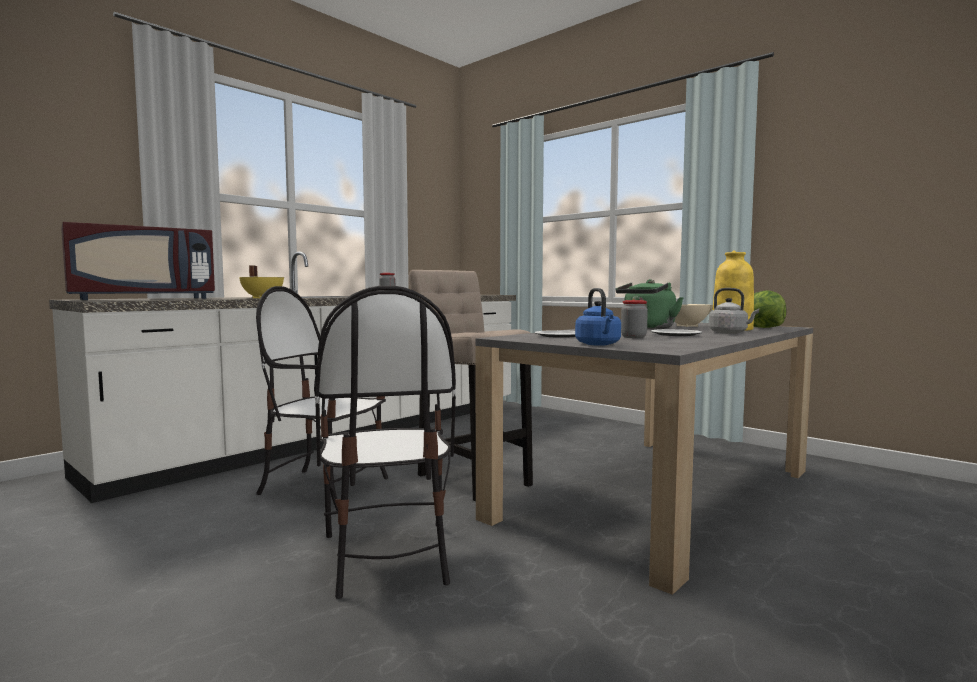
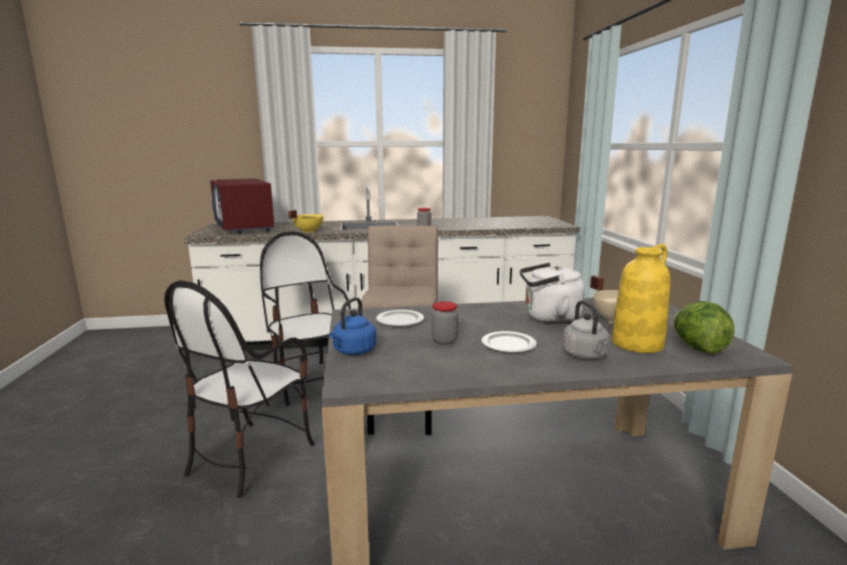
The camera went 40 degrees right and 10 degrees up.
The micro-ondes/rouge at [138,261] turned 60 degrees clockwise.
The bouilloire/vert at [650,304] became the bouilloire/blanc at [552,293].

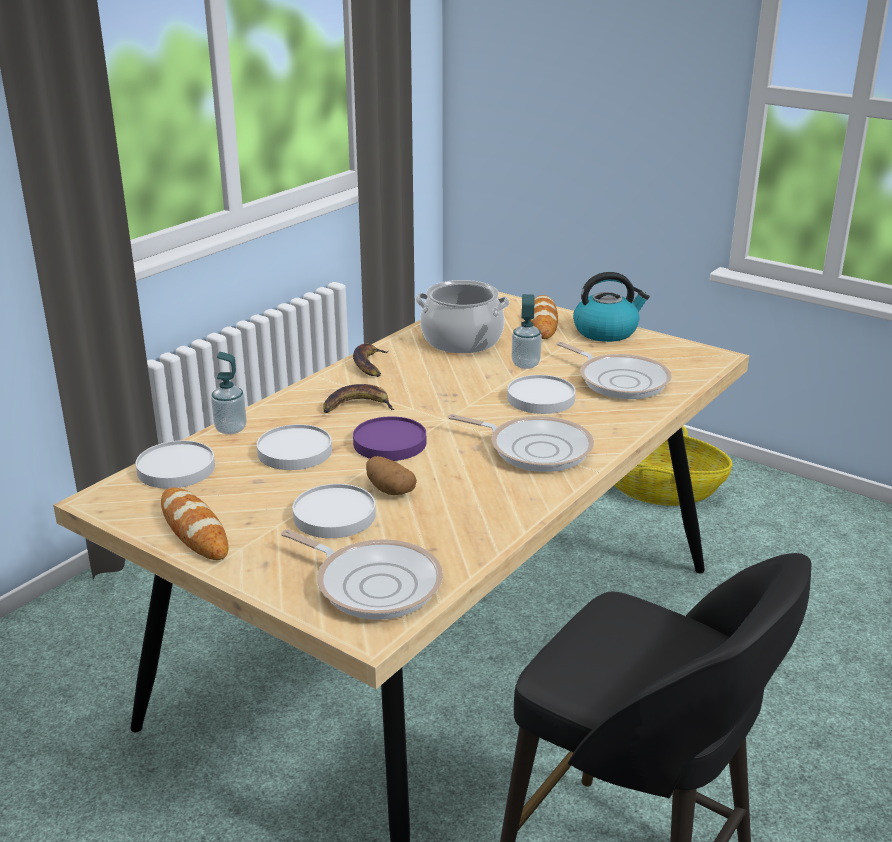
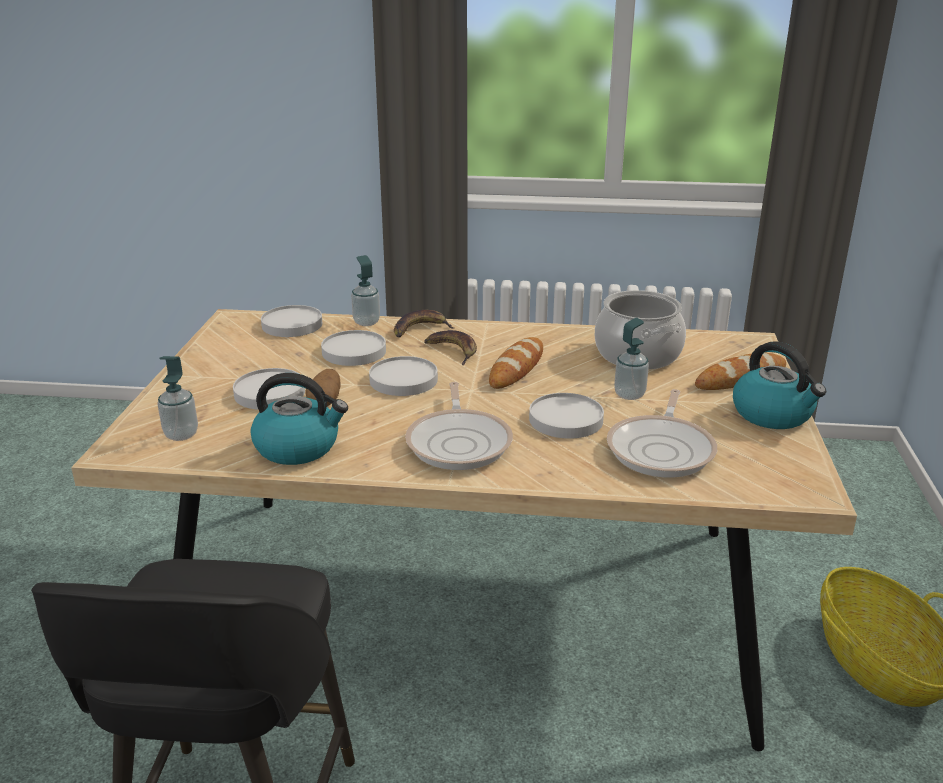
The camera went 60 degrees right and 0 degrees up.
The pain moved from [194,524] to [516,363].
The poêle at [362,574] was replaced by the distributeur de savon at [177,398].
The banane moved from [371,360] to [423,323].
The assiette/violet at [389,438] became the assiette/blanc at [403,376].
The bouilloire at [299,419] appeared.

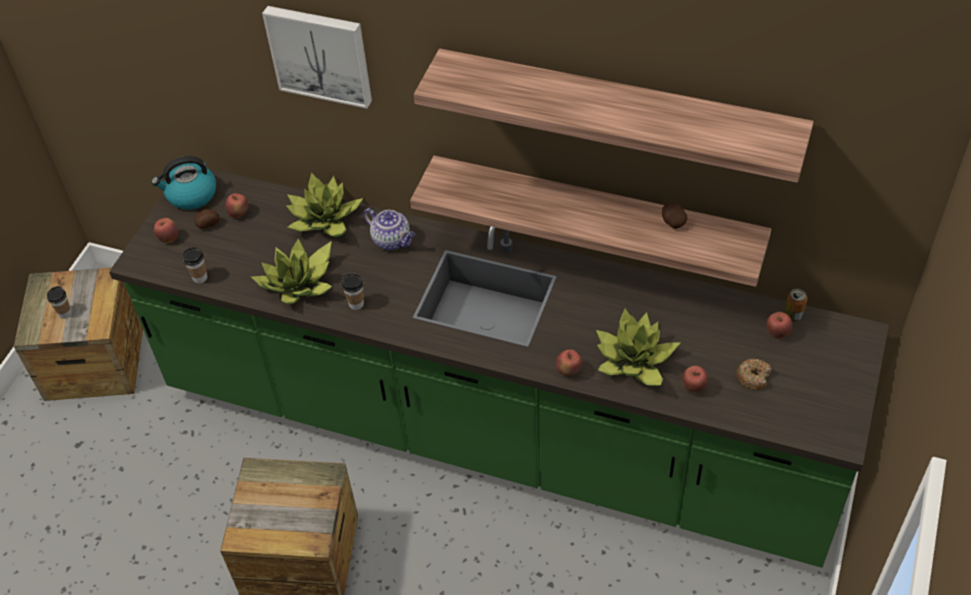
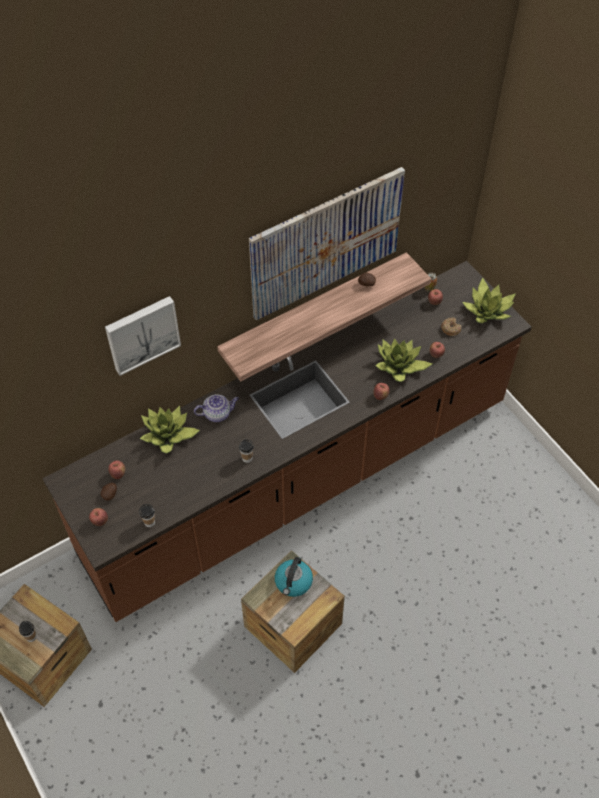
The camera went 55 degrees left and 5 degrees up.
The comptoir de cuisine/vert at [499,365] became the comptoir de cuisine/marron at [286,441].
The bouilloire moved from [184,183] to [294,577].
The plante en pot moved from [291,271] to [489,300].
The étagère at [614,116] was replaced by the tableau at [327,244].

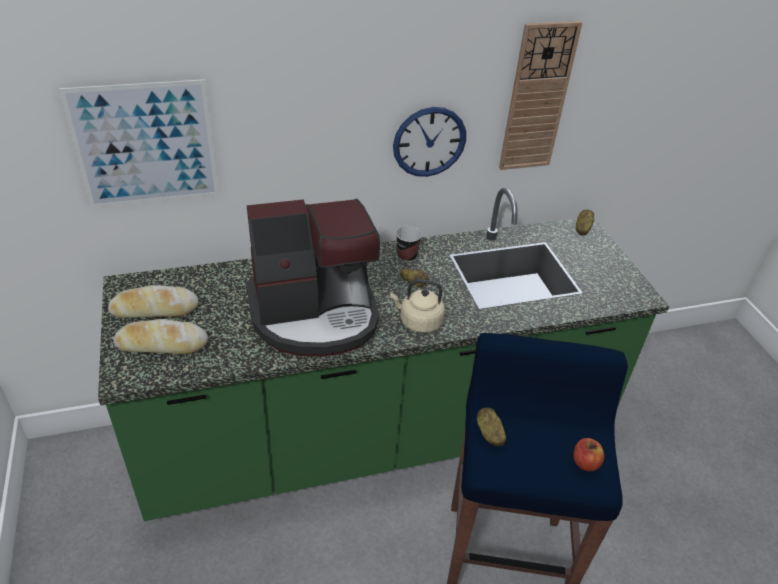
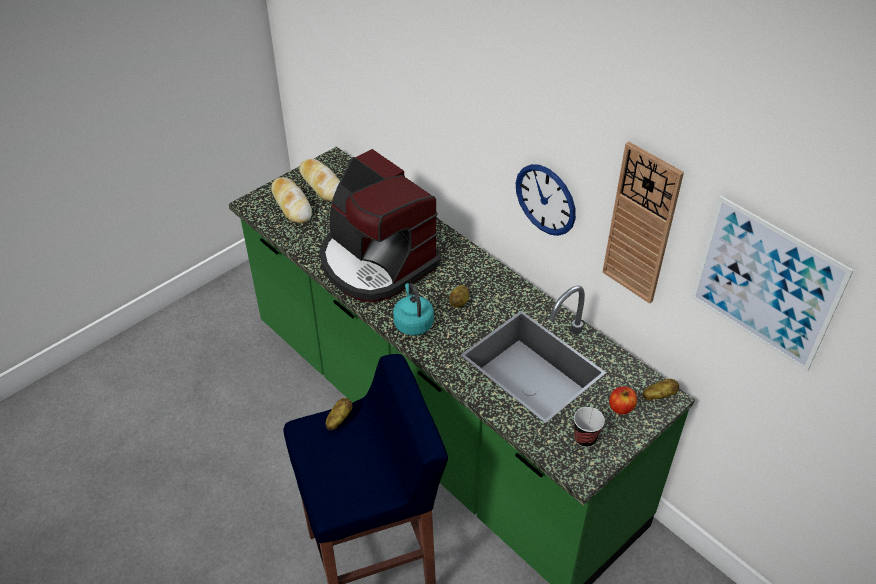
The camera went 65 degrees right and 5 degrees up.
The tableau moved from [139,143] to [772,284].
The bouilloire/beige at [417,306] became the bouilloire/turquoise at [413,309].
The tasse moved from [409,244] to [589,427].
The pomme moved from [588,454] to [623,400].

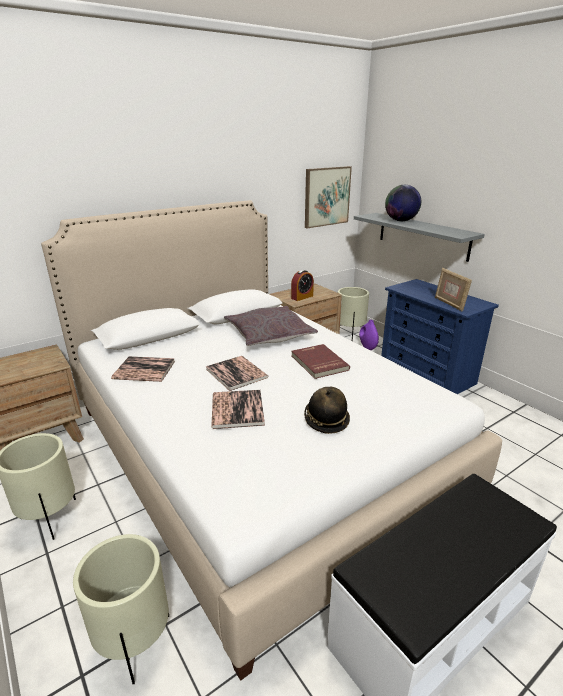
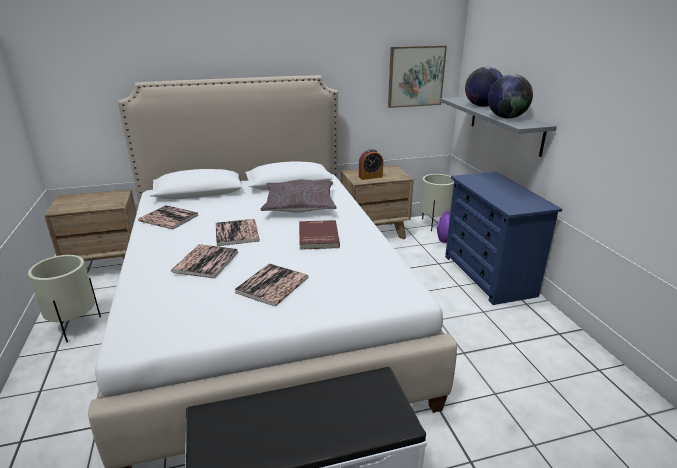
The camera went 20 degrees right and 0 degrees up.
The cache-pot/beige at [121,609] disappeared.
The chapeau at [327,410] was replaced by the livre at [271,285].
The cadre photo at [453,289] disappeared.
The globe at [510,96] appeared.

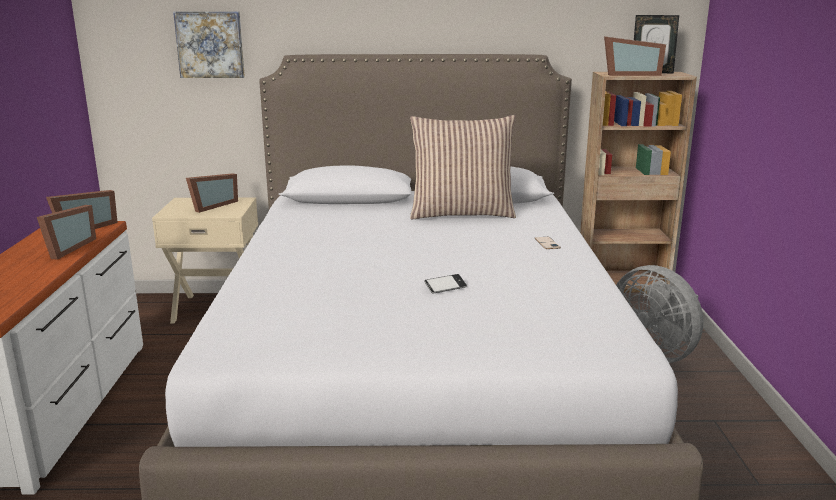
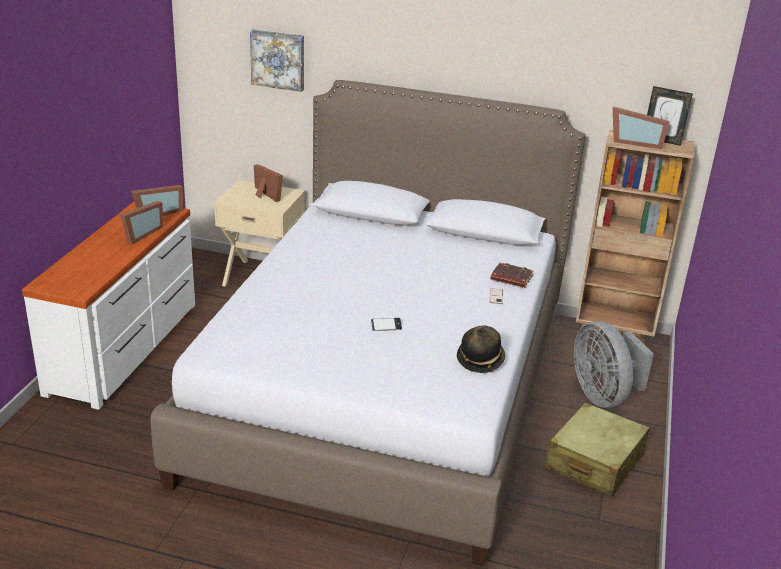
The camera went 15 degrees right and 10 degrees up.
The cadre photo at [212,193] turned 90 degrees counterclockwise.
The coussin at [463,167] disappeared.
The chapeau at [481,349] appeared.
The livre/marron at [512,275] appeared.
The valise/beige at [597,449] appeared.

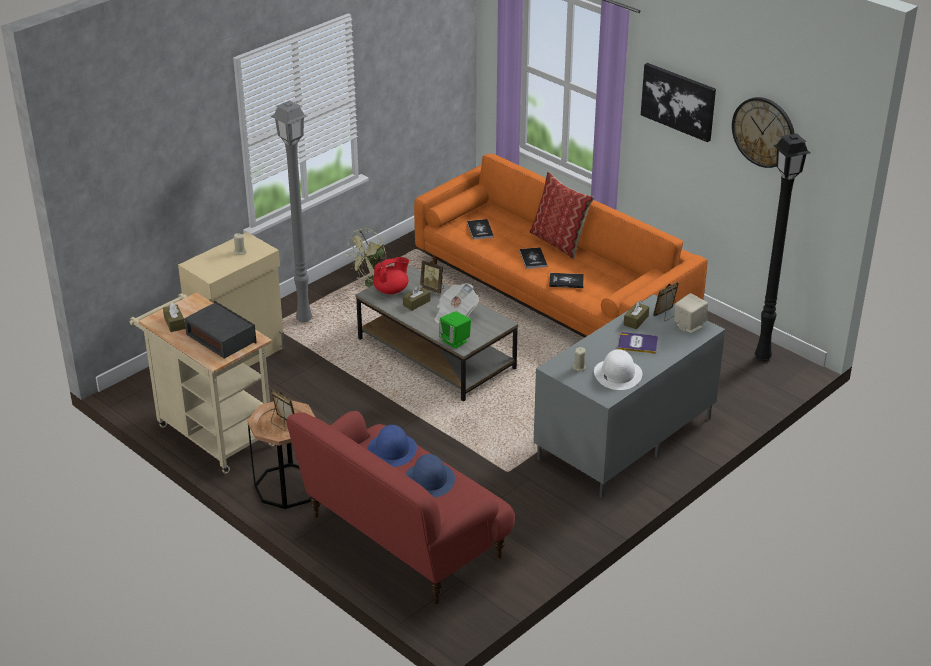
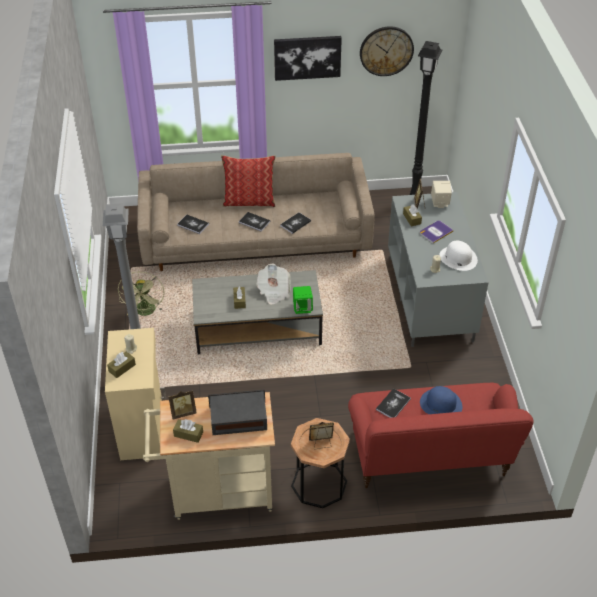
The camera went 50 degrees left and 10 degrees up.
The chapeau/bleu at [392,446] was replaced by the livre at [393,403].
The théière/rouge at [391,275] disappeared.
The canapé/orange at [560,244] became the canapé/beige at [256,212].
The cadre photo moved from [432,277] to [182,405].
The boîte à mouchoirs/marron at [121,364] appeared.

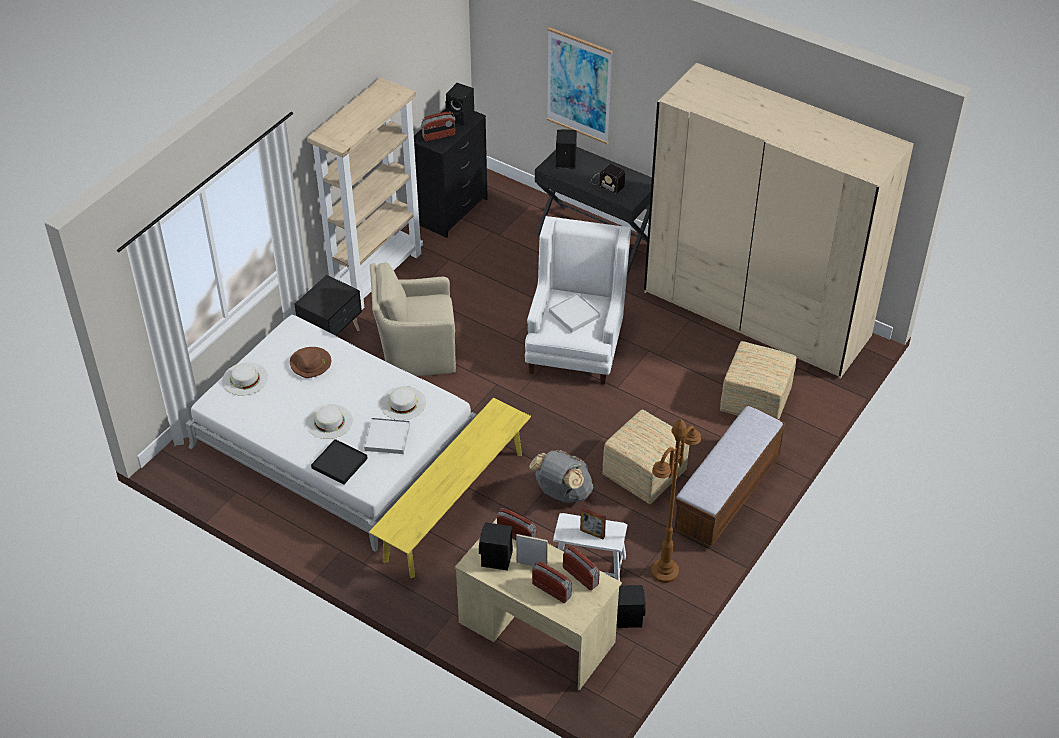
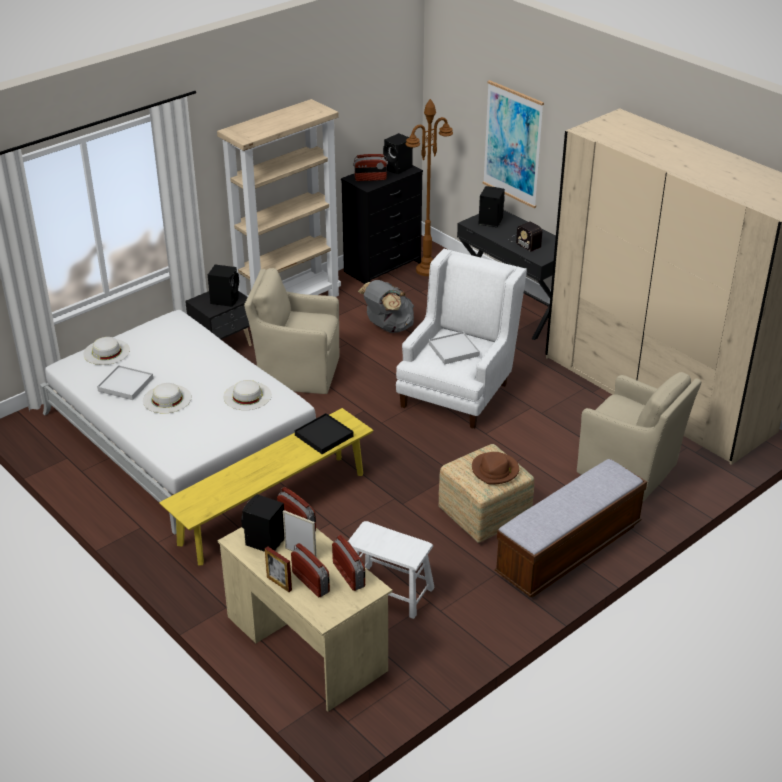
The camera went 15 degrees right and 10 degrees down.
The chapeau/marron moved from [310,362] to [495,468].
The plateau/noir moved from [339,462] to [324,433].
The plateau/blanc moved from [387,435] to [125,382].
The sac à dos/gris moved from [561,476] to [386,306].
The cadre photo moved from [593,524] to [278,569].
The enceinte/noir moved from [631,606] to [223,286].
The lampadaire/marron moved from [676,500] to [429,187].
The pouf at [758,380] was replaced by the fauteuil/beige at [639,436].

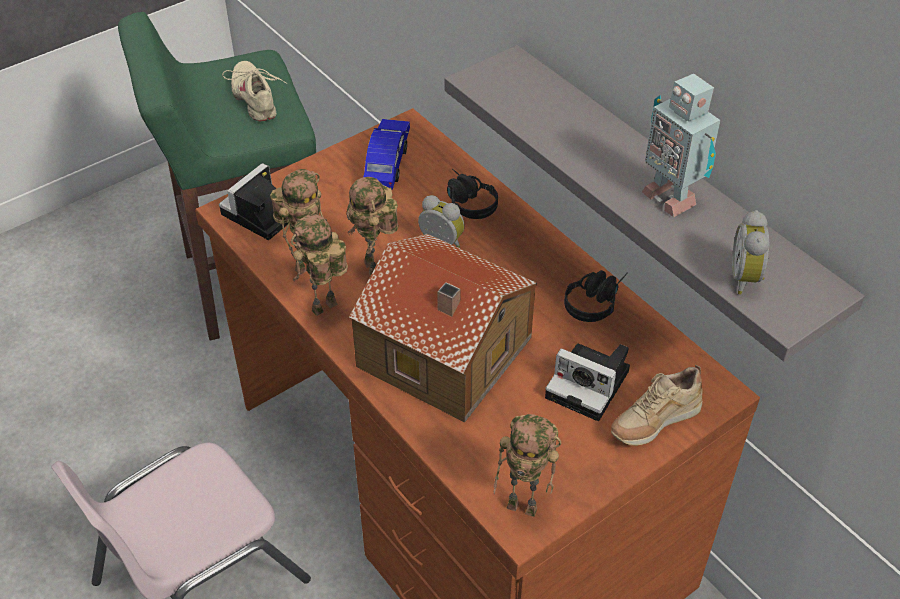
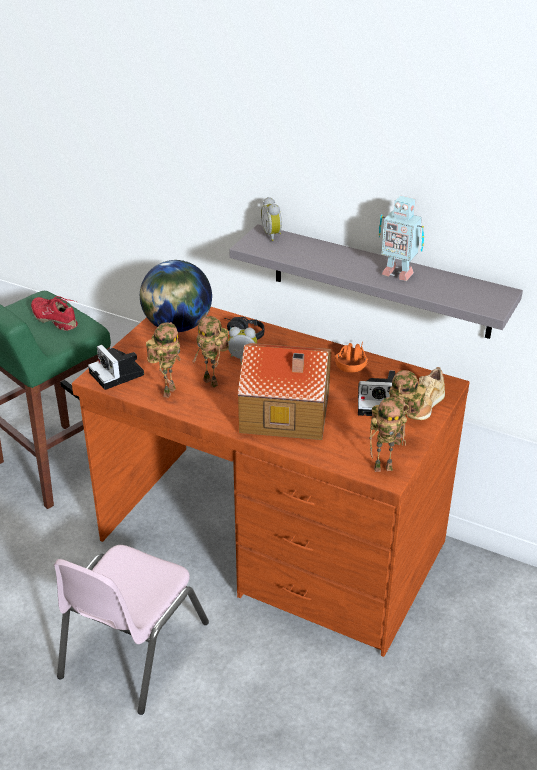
The camera went 25 degrees left and 10 degrees down.
The appareil photo at [253,201] turned 45 degrees counterclockwise.
The chaussure/beige at [254,91] became the chaussure/rouge at [54,313].
The robot jouet moved from [319,265] to [407,407].
The petite voiture/bleu at [386,154] was replaced by the globe at [176,296].
The casque audio/noir at [596,296] became the casque audio/orange at [351,357].
The réveil moved from [751,252] to [271,219].

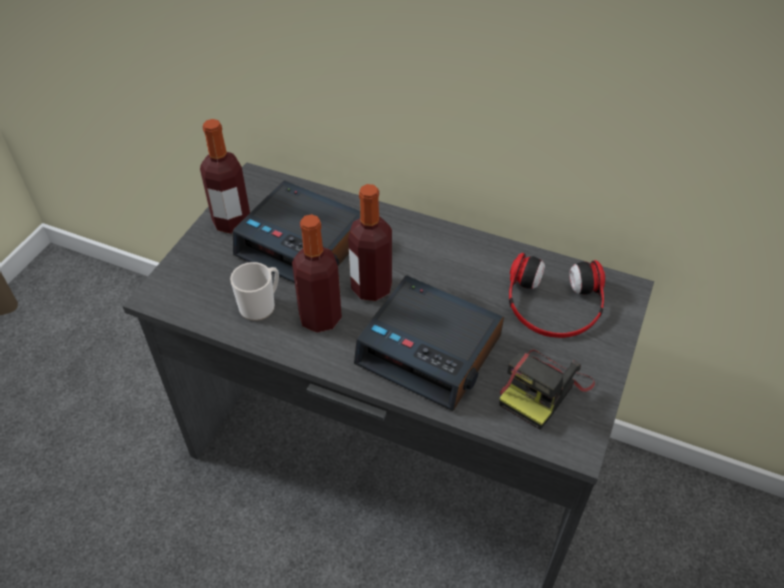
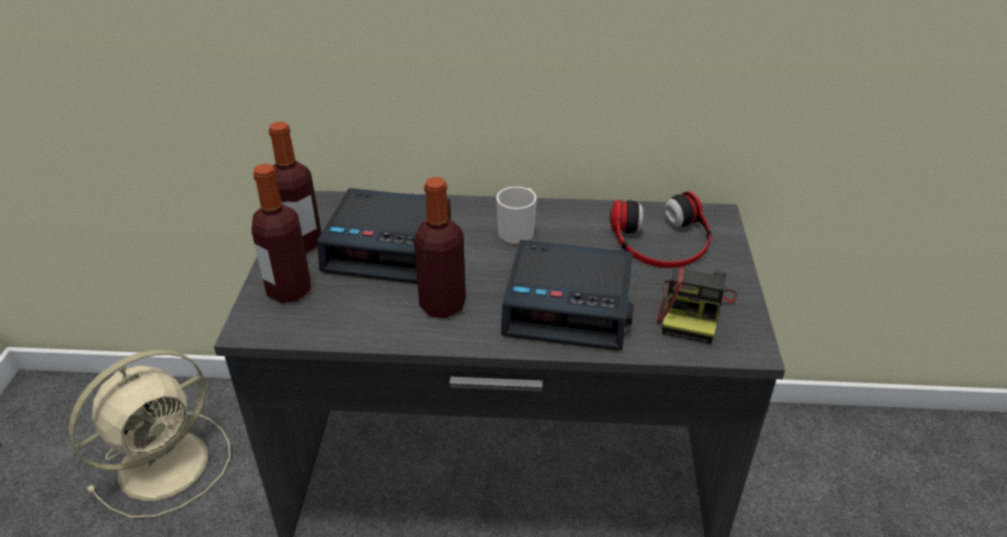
The camera went 20 degrees left and 10 degrees down.
The mug moved from [254,291] to [516,216].
The bouteille moved from [370,242] to [281,233].
The ventilateur/beige at [150,433] appeared.

